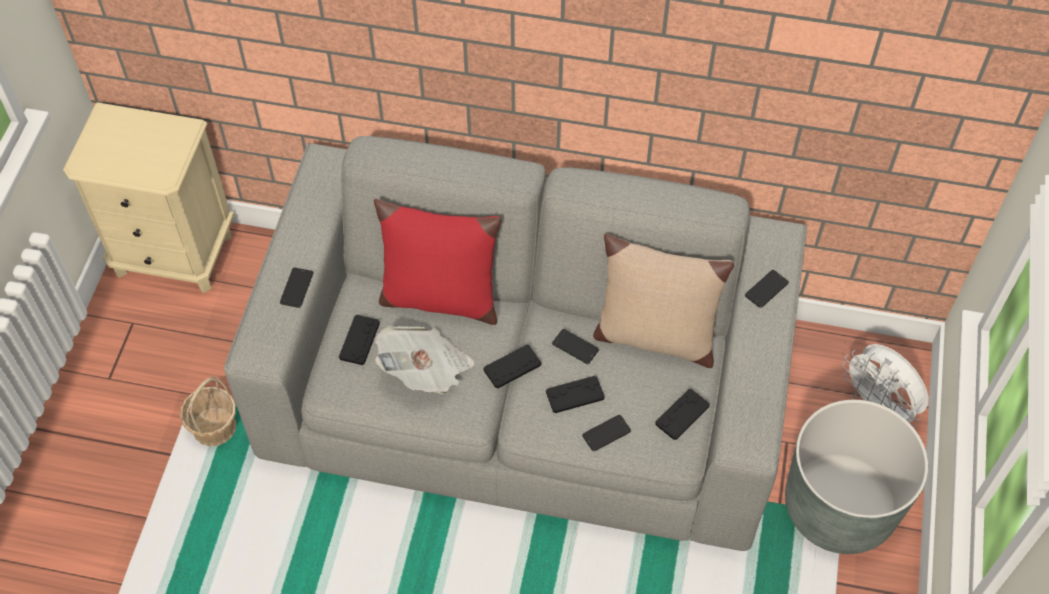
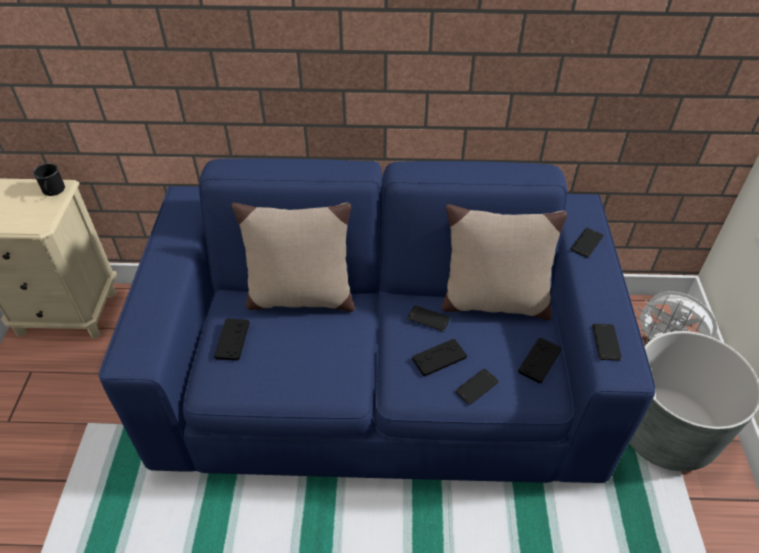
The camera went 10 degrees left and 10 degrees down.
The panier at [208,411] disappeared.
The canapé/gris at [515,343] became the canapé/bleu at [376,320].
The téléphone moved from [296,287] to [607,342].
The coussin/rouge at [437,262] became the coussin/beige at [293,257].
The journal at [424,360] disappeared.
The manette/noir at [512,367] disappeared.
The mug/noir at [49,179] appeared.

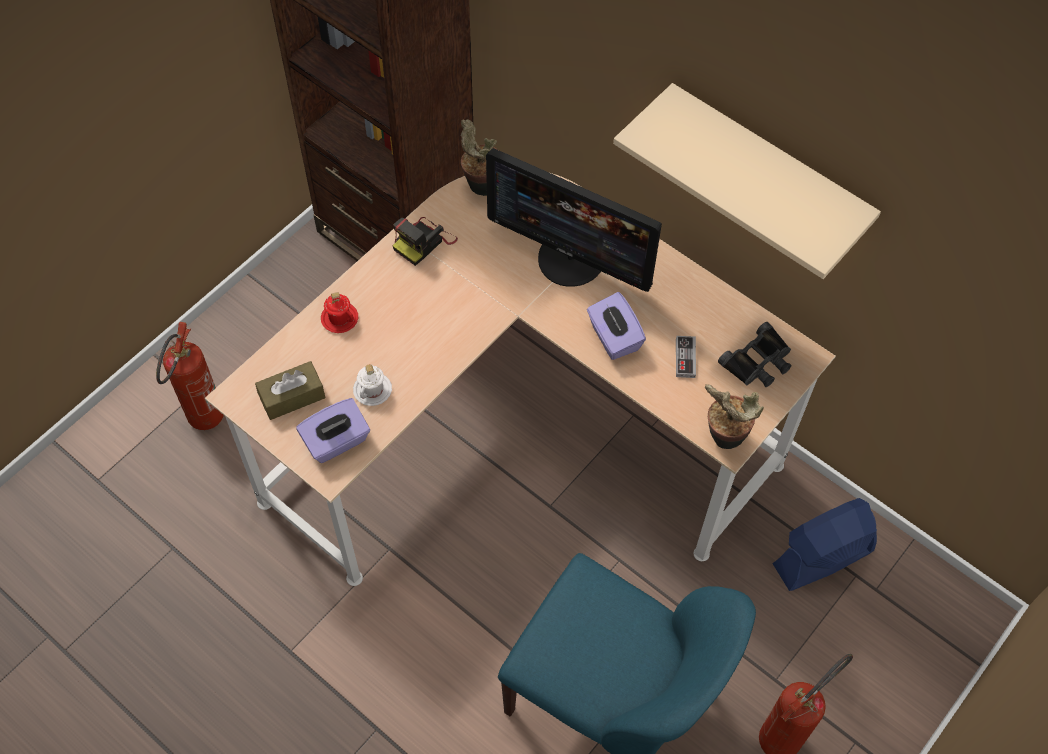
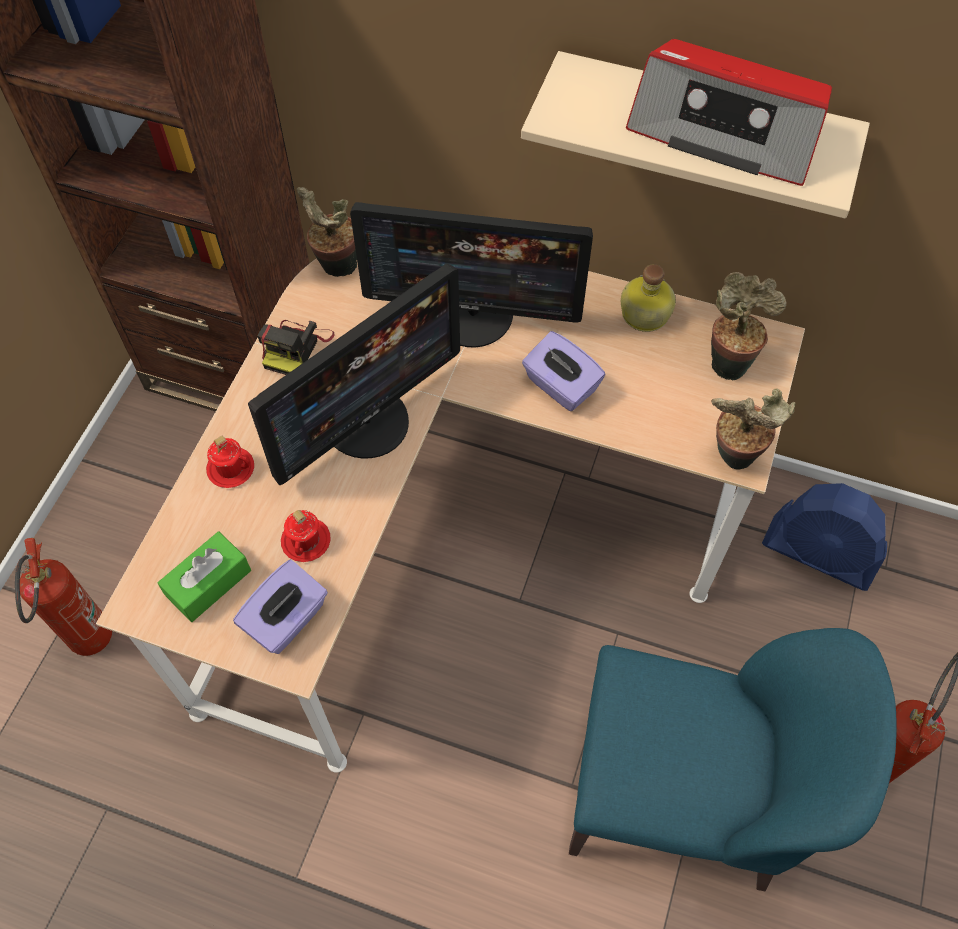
The camera went 20 degrees left and 0 degrees up.
The boîte à mouchoirs/marron at [290,390] became the boîte à mouchoirs/vert at [204,577].
The mug/blanc at [372,385] became the mug/rouge at [306,536].
The manette at [686,357] disappeared.
The jumelles/noir at [754,354] was replaced by the plante en pot at [749,326].
The ventilateur/bleu at [824,544] turned 105 degrees counterclockwise.
The écran d'ordinateur at [354,374] appeared.
The bouteille at [648,298] appeared.
The radio at [729,112] appeared.

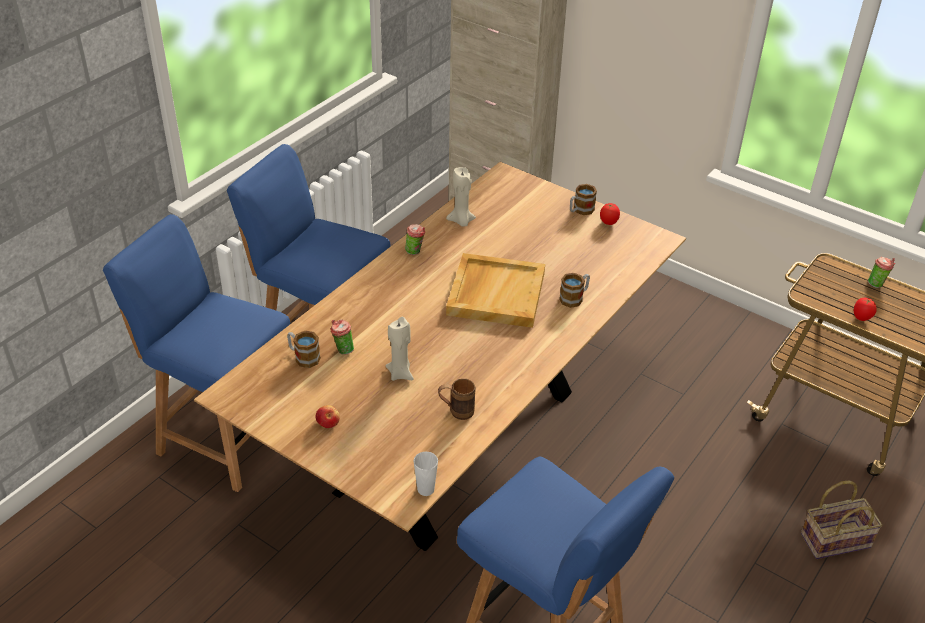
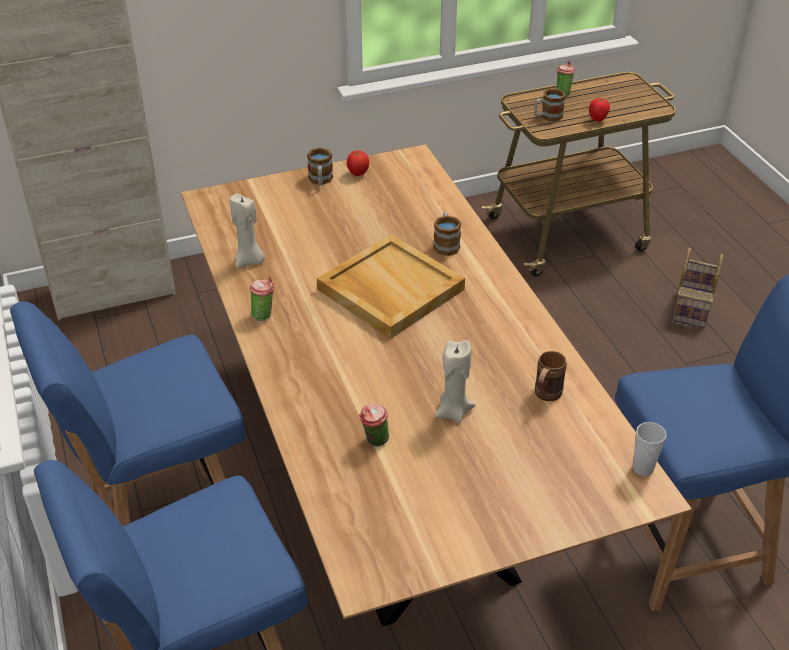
The camera went 55 degrees left and 0 degrees up.
The mug moved from [304,349] to [549,105].
The pomme at [328,416] disappeared.

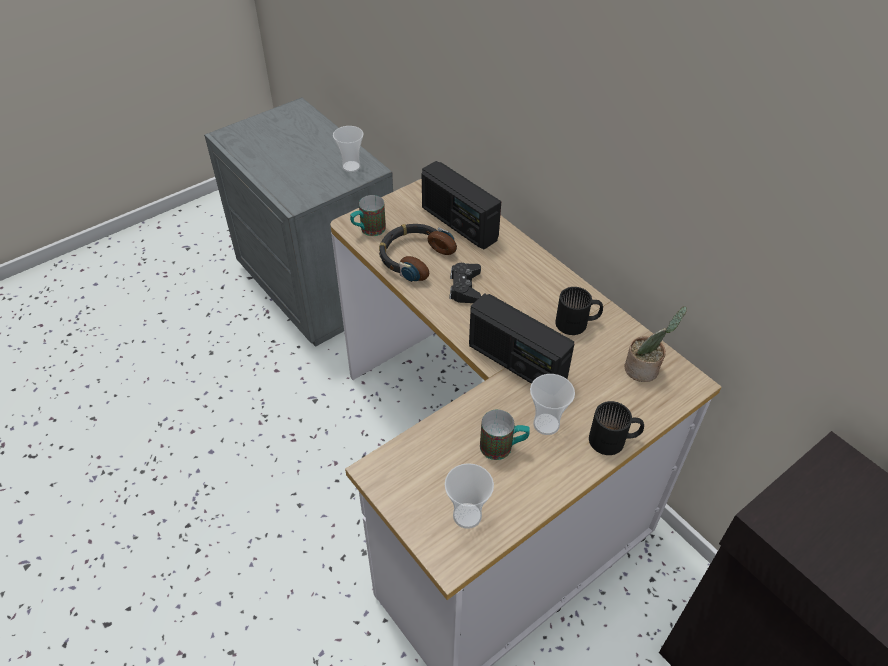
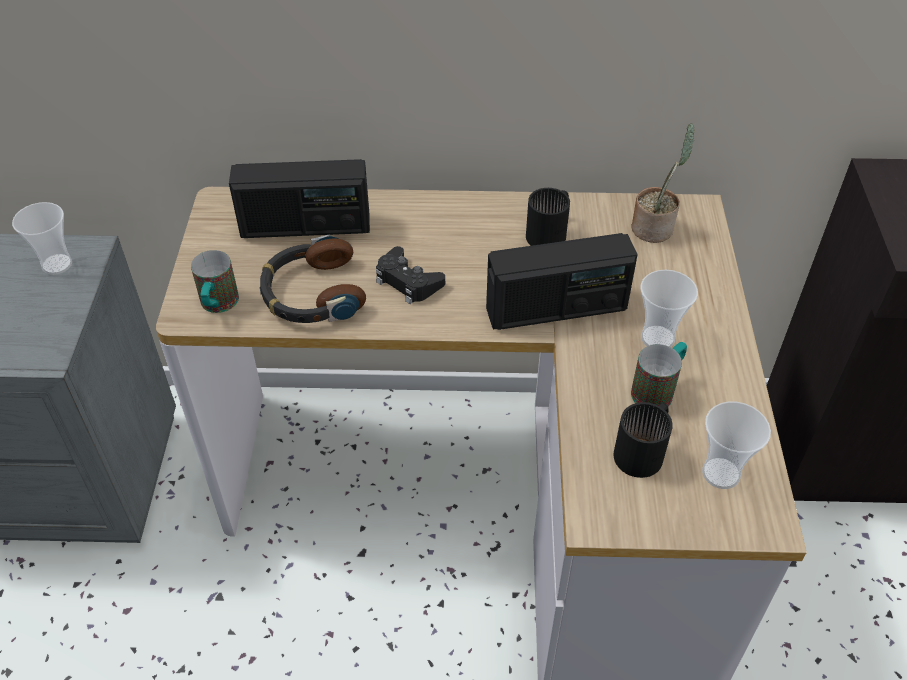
The camera went 50 degrees left and 0 degrees up.
The mug/noir moved from [616,428] to [643,440].

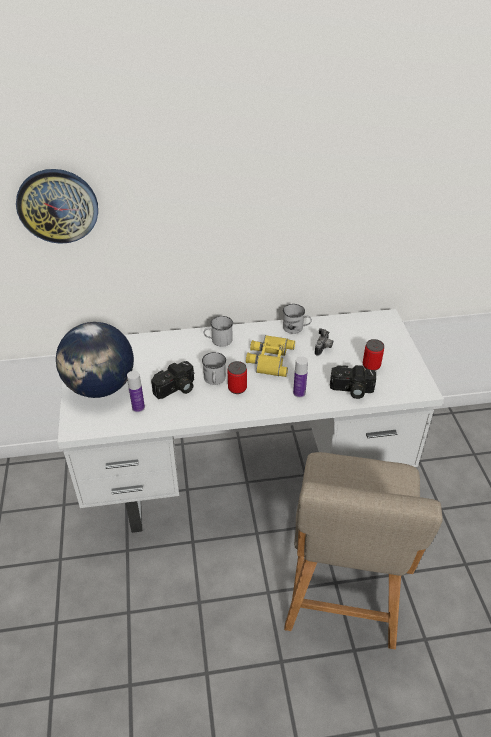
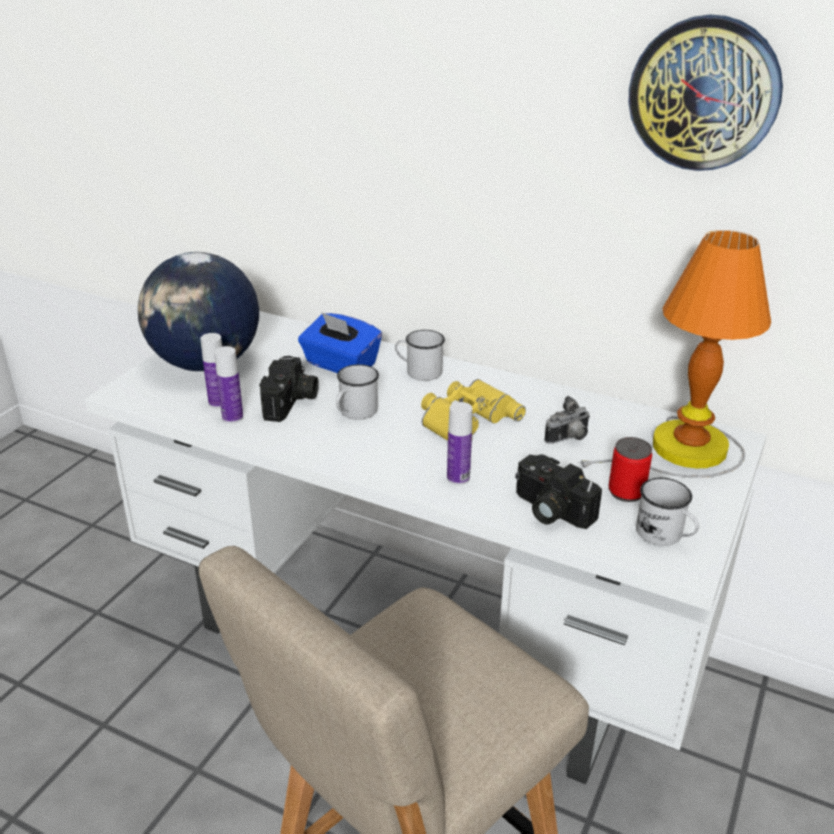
The camera went 35 degrees right and 10 degrees down.
The horloge murale moved from [57,206] to [705,92].
The appareil photo at [172,380] turned 75 degrees counterclockwise.
The boîte métallique at [237,377] disappeared.
The mug/blanc moved from [297,319] to [667,512].
The bouteille at [228,384] appeared.
The boîte à mouchoirs/bleu at [340,342] appeared.
The lampe de table at [675,354] appeared.

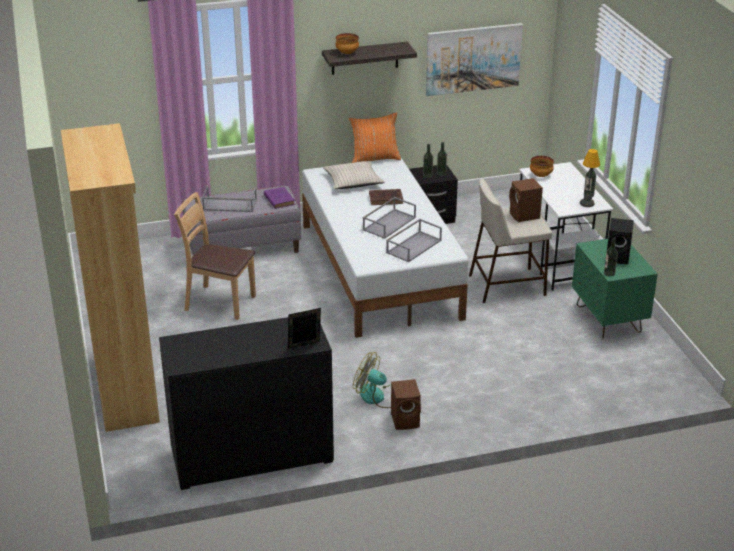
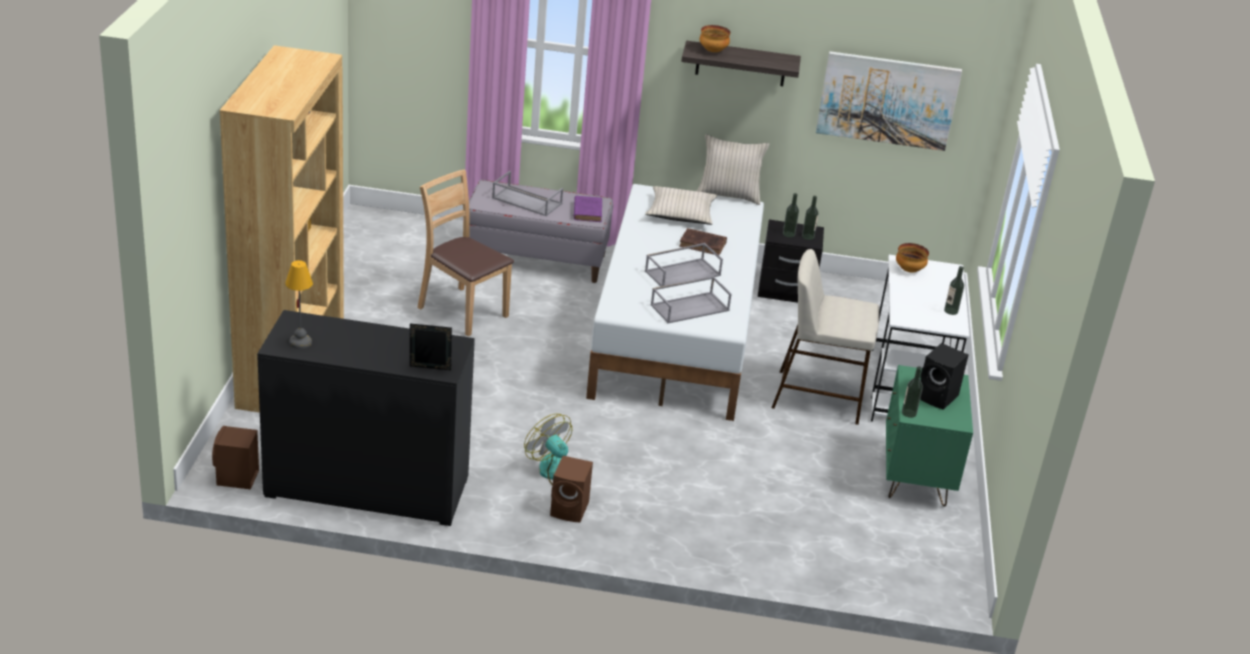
The camera went 20 degrees right and 0 degrees up.
The coussin/orange at [375,137] became the coussin/beige at [733,169].
The enceinte/marron moved from [526,200] to [235,457].
The lampe de table moved from [590,178] to [299,304].

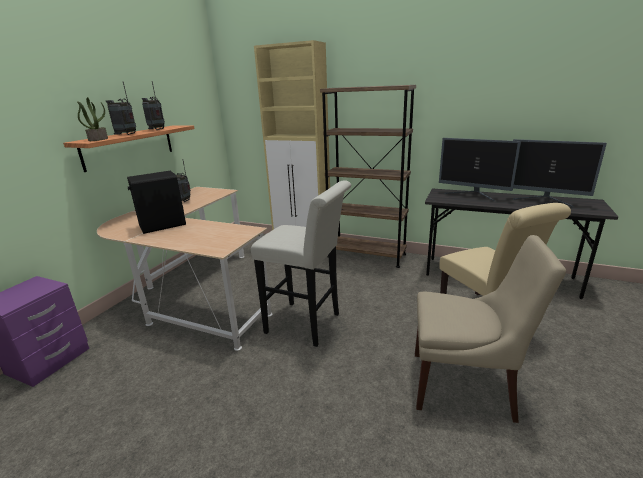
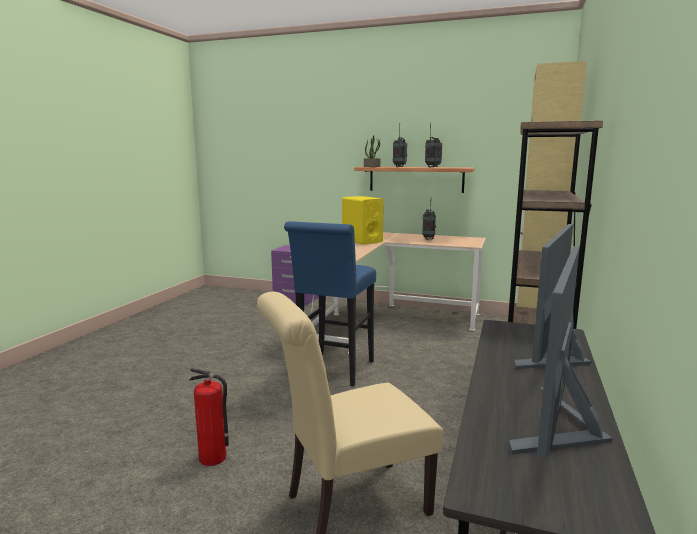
The camera went 85 degrees right and 10 degrees down.
The enceinte/noir at [156,202] became the enceinte/jaune at [363,220].
The tabouret/blanc at [301,263] became the tabouret/bleu at [330,304].
The chaise/beige at [490,329] was replaced by the extincteur at [209,417].

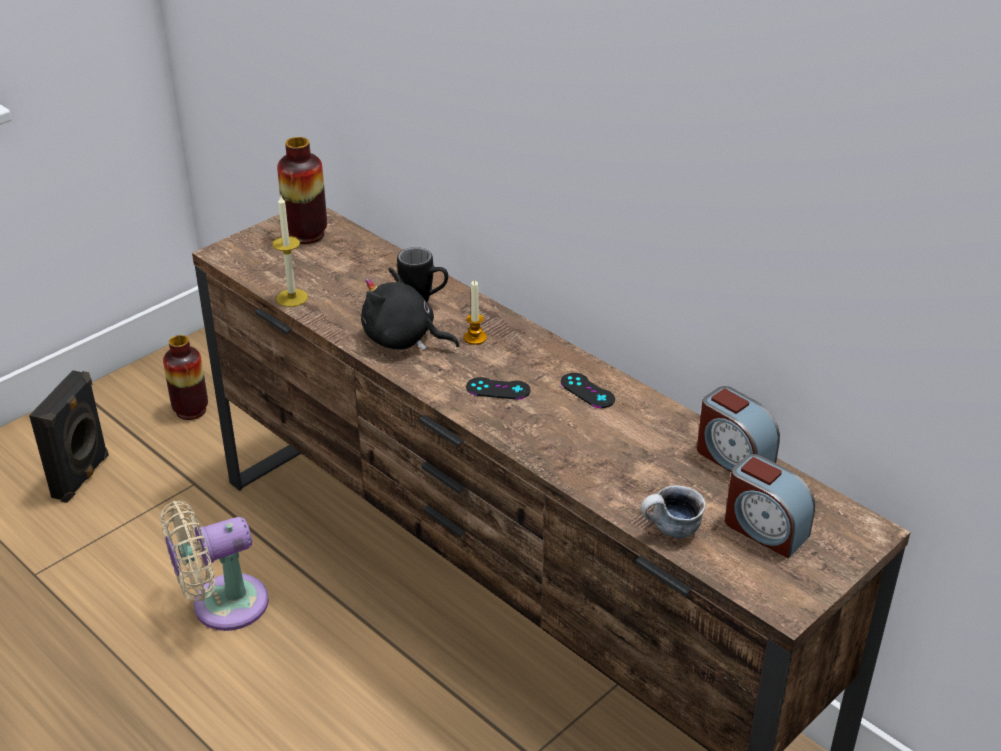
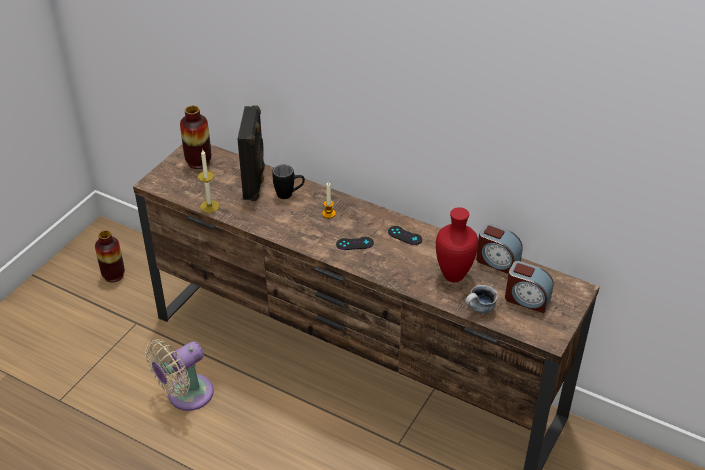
The camera went 15 degrees left and 5 degrees up.
The enceinte/noir moved from [69,436] to [251,153].
The peluche/noir at [410,309] disappeared.
The vase/rouge at [457,244] appeared.

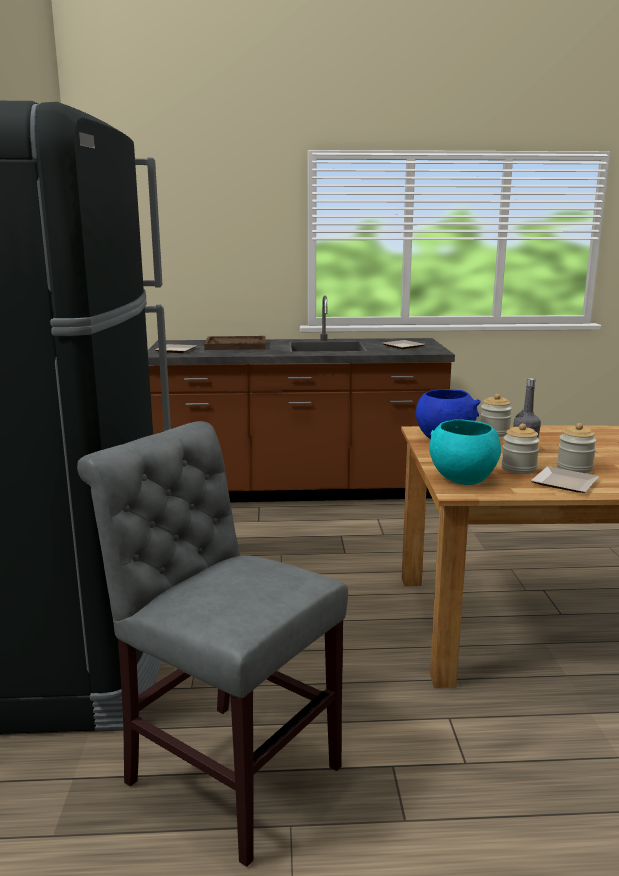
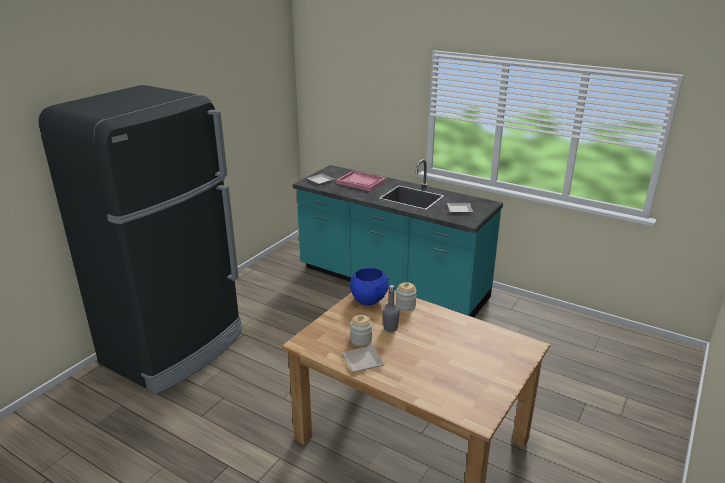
The camera went 35 degrees right and 10 degrees up.
The chaise/gris at [212,644] disappeared.
The comptoir de cuisine/marron at [301,399] became the comptoir de cuisine/turquoise at [398,238].
The plateau/marron at [235,343] became the plateau/rose at [361,181].
The bol/turquoise at [465,452] disappeared.
The bocal at [577,448] disappeared.

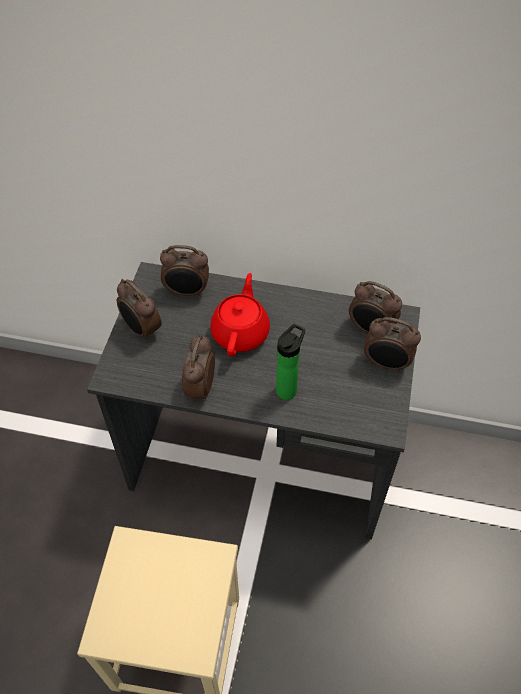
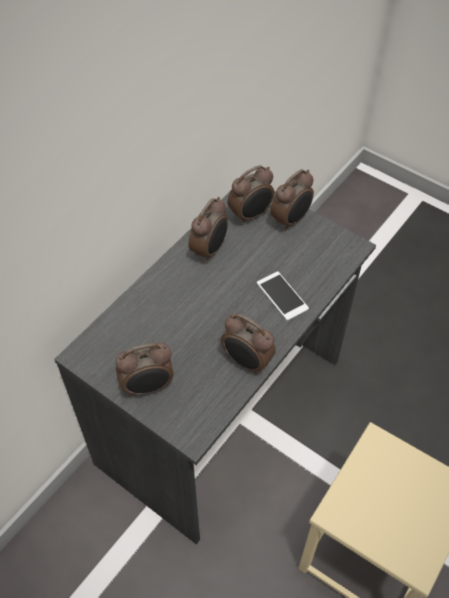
The camera went 65 degrees left and 0 degrees up.
The réveil moved from [184,271] to [208,230].
The théière/rouge at [240,314] disappeared.
The bouteille at [290,362] was replaced by the téléphone at [283,296].

